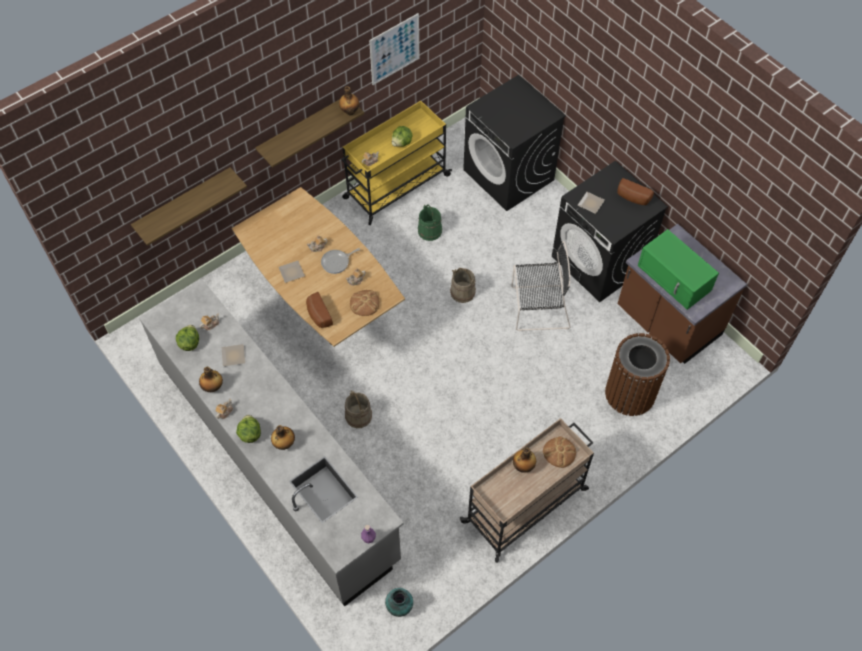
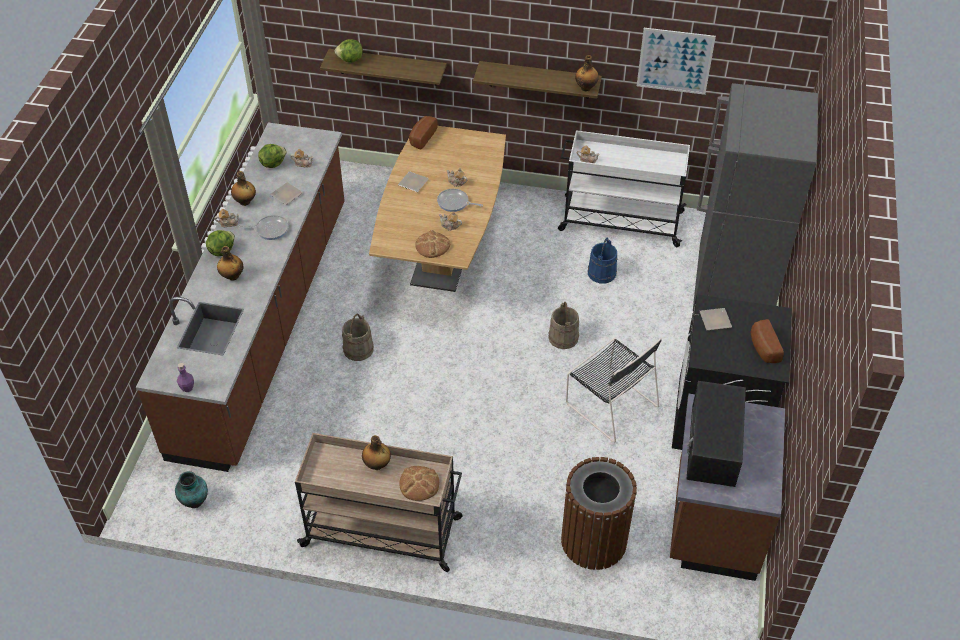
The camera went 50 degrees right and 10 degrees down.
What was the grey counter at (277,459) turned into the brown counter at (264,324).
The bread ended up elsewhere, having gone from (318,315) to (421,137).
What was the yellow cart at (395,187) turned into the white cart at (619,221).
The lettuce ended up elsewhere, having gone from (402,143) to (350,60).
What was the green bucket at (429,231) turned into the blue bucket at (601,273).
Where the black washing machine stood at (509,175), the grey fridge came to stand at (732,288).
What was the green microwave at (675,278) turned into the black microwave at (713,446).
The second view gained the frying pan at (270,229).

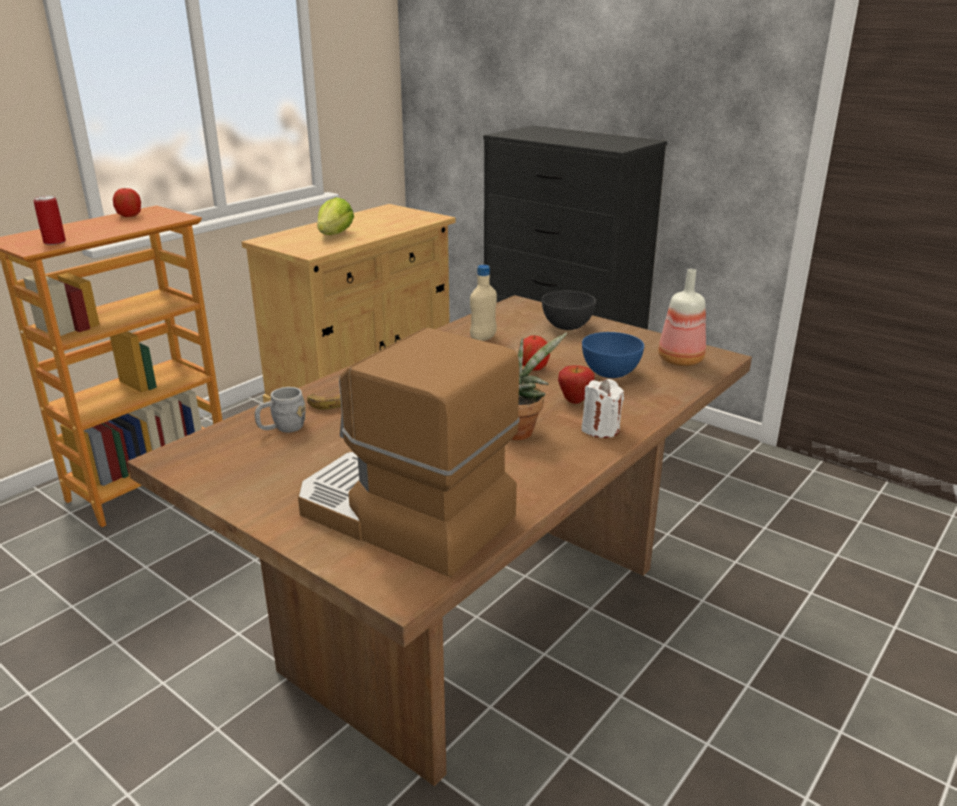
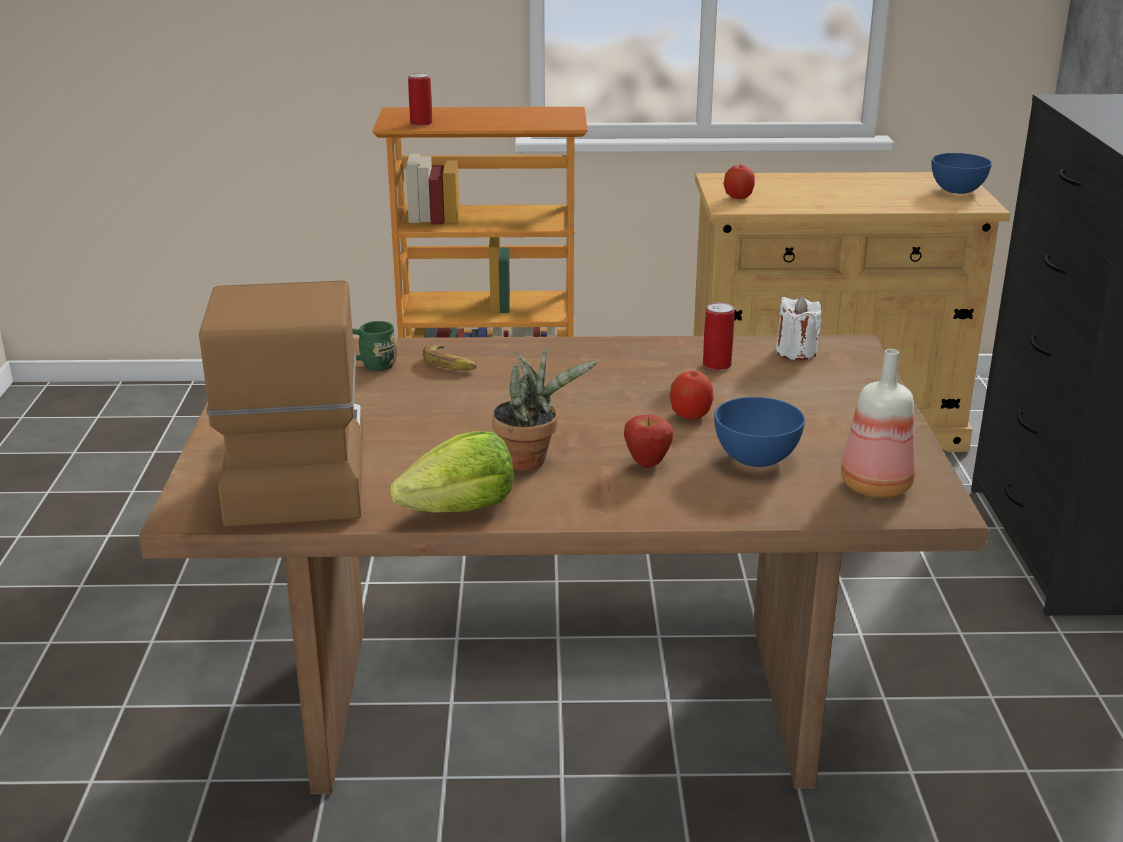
The camera went 50 degrees right and 0 degrees up.
The apple ended up elsewhere, having gone from (129,216) to (738,197).
What was the grey mug at (282,428) turned into the green mug at (370,364).
The lettuce ended up elsewhere, having gone from (334,234) to (461,510).
Where the beige bottle stood at (483,338), the can came to stand at (717,365).
The second view lost the grey bowl at (566,326).
The white candle ended up elsewhere, having gone from (600,429) to (796,352).
The second view gained the blue bowl at (957,191).

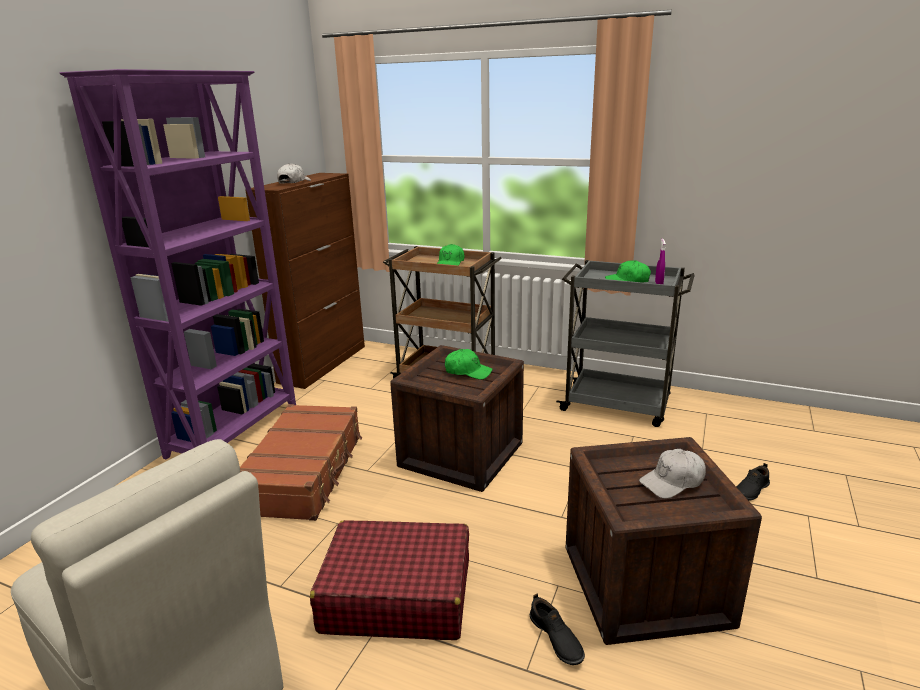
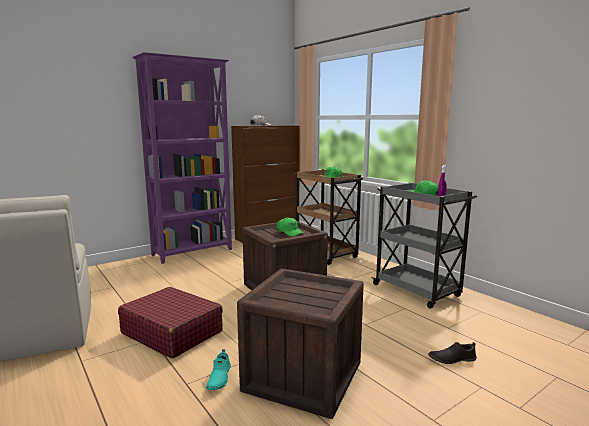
The camera went 30 degrees right and 10 degrees down.
The second view lost the brown suitcase at (304,473).
What was the black shoe at (555,639) turned into the turquoise shoe at (219,378).
The second view lost the white cap at (673,482).

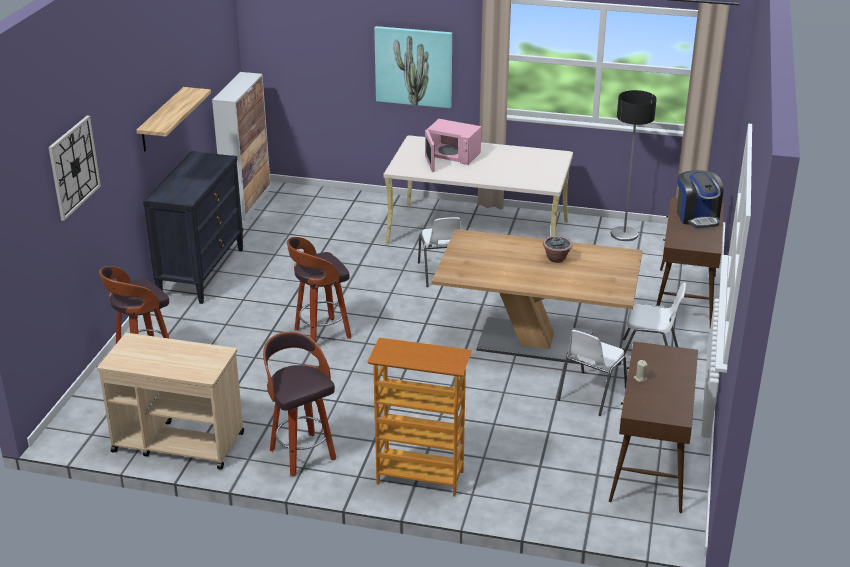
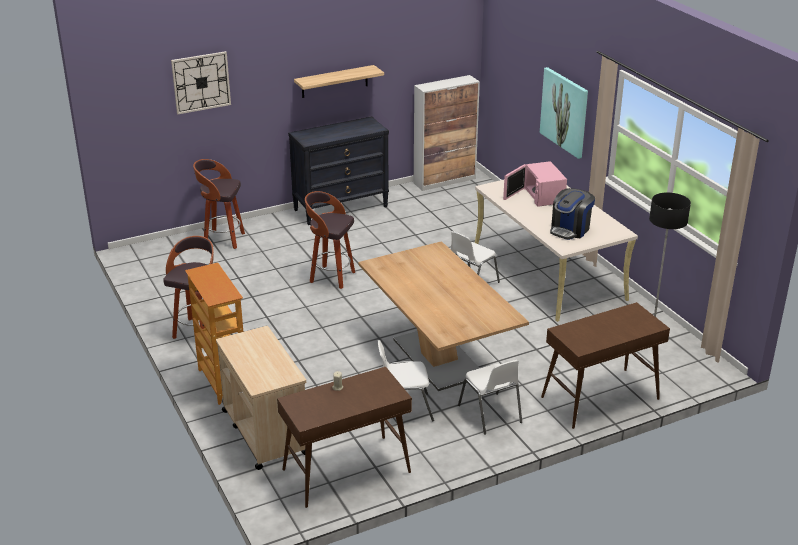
The camera went 50 degrees right and 0 degrees up.
The beige cart ended up elsewhere, having gone from (177,442) to (264,431).
The second view lost the potted plant at (556,259).
The coffee machine ended up elsewhere, having gone from (697,217) to (570,229).

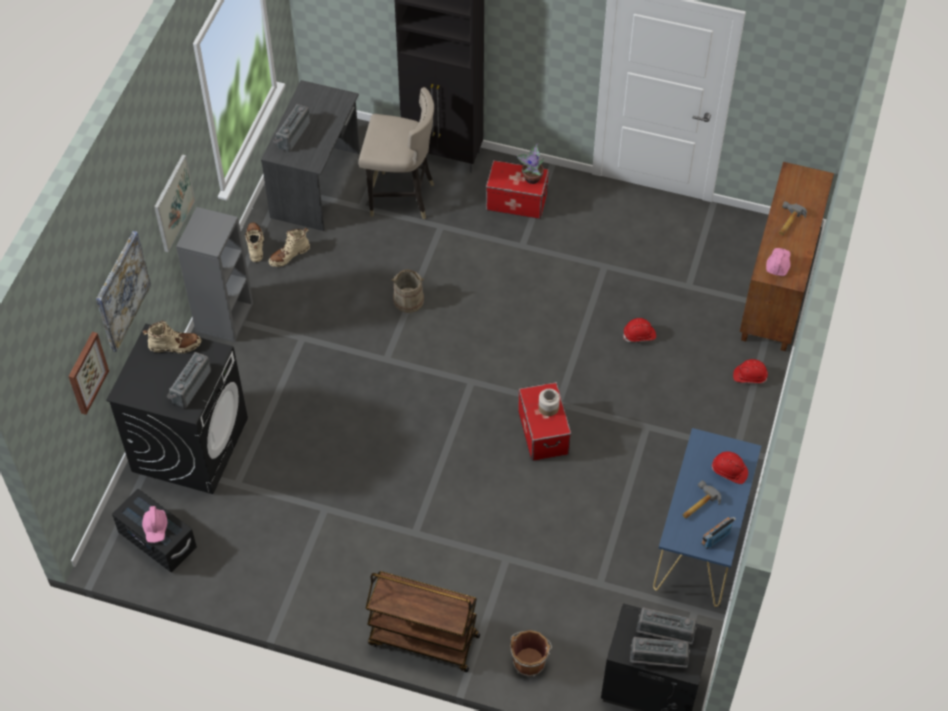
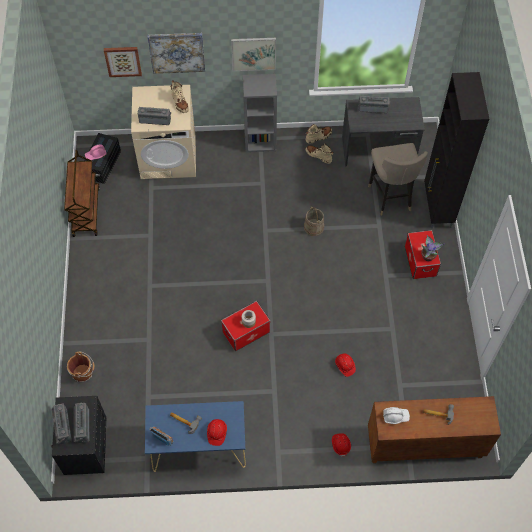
The camera went 70 degrees right and 5 degrees up.
What was the black washing machine at (190,444) turned into the beige washing machine at (169,157).
The brown cart ended up elsewhere, having gone from (423,640) to (86,211).
What was the pink hard hat at (778,264) turned into the white hard hat at (395,416).

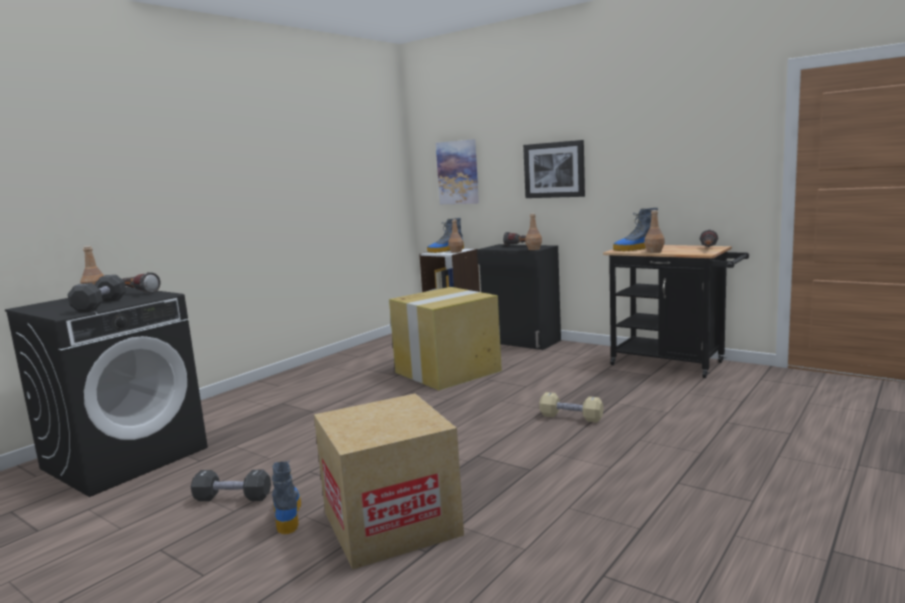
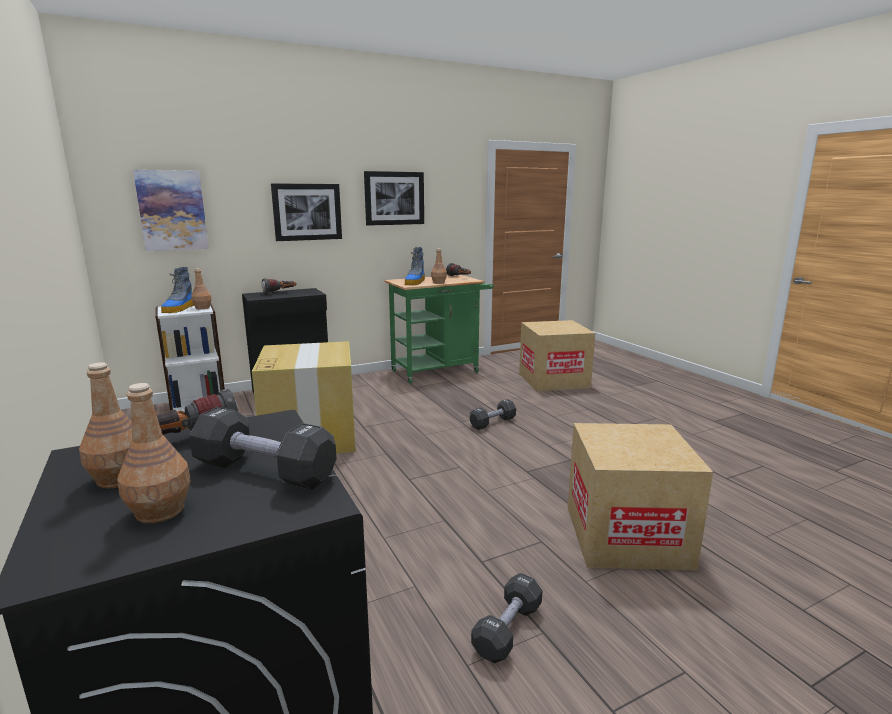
The camera went 65 degrees left and 5 degrees up.
The second view lost the boot at (287,514).
The brown bottle ended up elsewhere, having gone from (534,249) to (160,510).
What was the beige dumbbell at (571,417) turned into the black dumbbell at (492,422).
What was the black cart at (674,364) turned into the green cart at (440,370).
The second view gained the picture at (394,198).
The second view gained the cardboard box at (553,380).

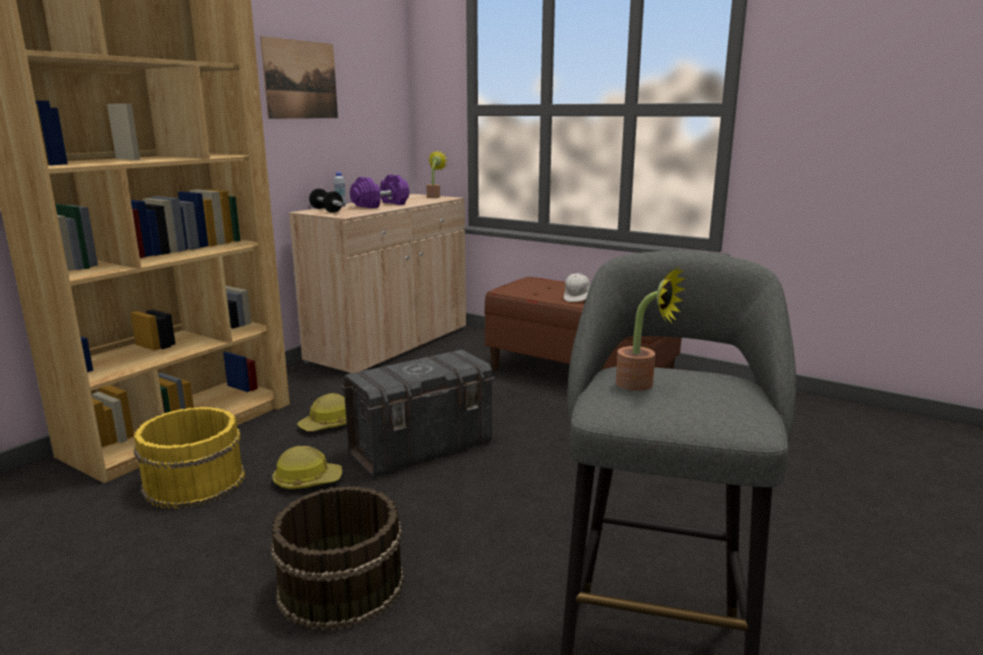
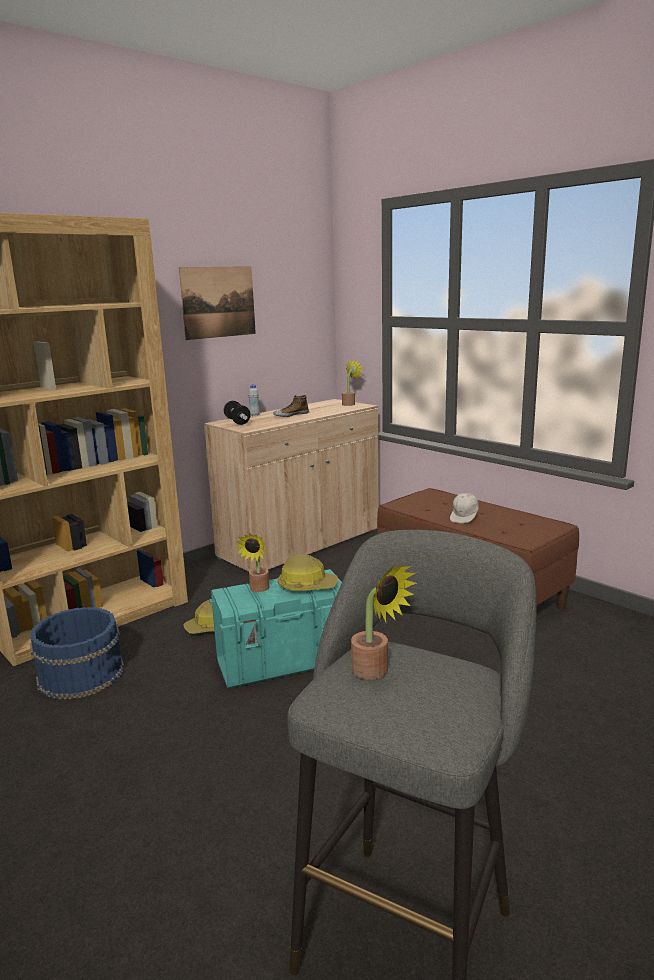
The camera went 15 degrees right and 0 degrees up.
What was the yellow bucket at (193,482) turned into the blue bucket at (80,674).
The second view lost the brown bucket at (340,585).
The hard hat ended up elsewhere, having gone from (307,480) to (307,586).
What was the grey storage box at (422,448) turned into the turquoise storage box at (284,662).
Where the purple dumbbell stood at (380,205), the shoe came to stand at (291,415).
The second view gained the potted plant at (258,589).

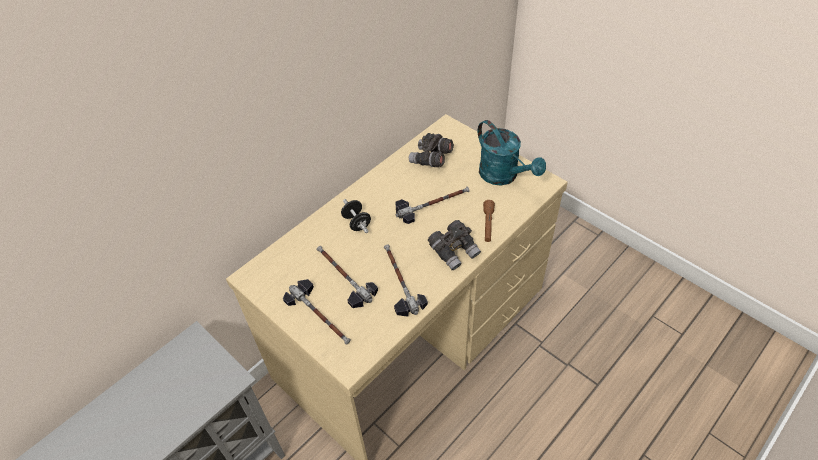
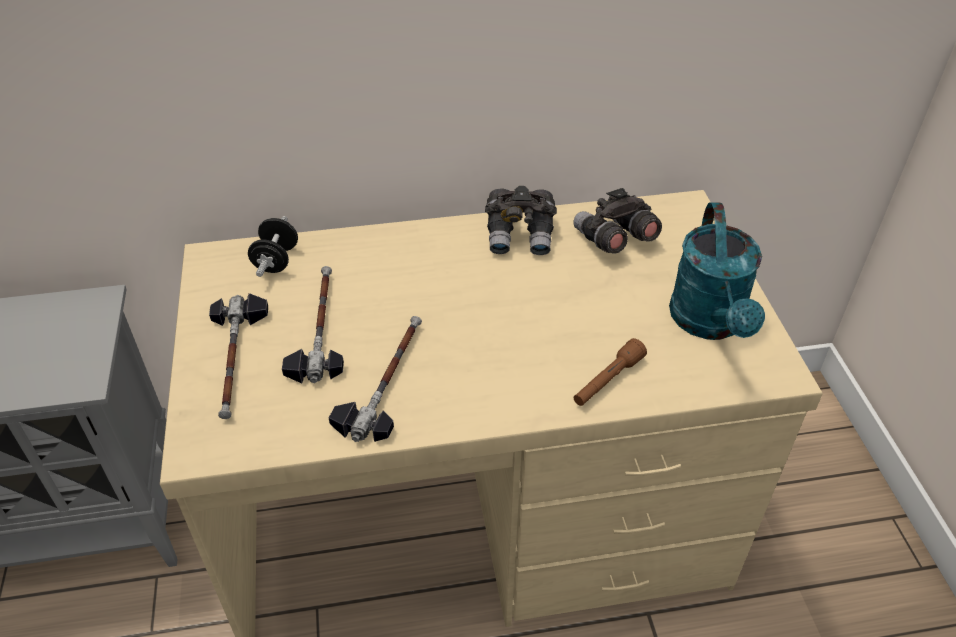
The camera went 35 degrees right and 5 degrees down.
The black dumbbell ended up elsewhere, having gone from (357,223) to (276,260).
The second view lost the hammer at (432,204).
The grey binoculars ended up elsewhere, having gone from (454,251) to (520,235).

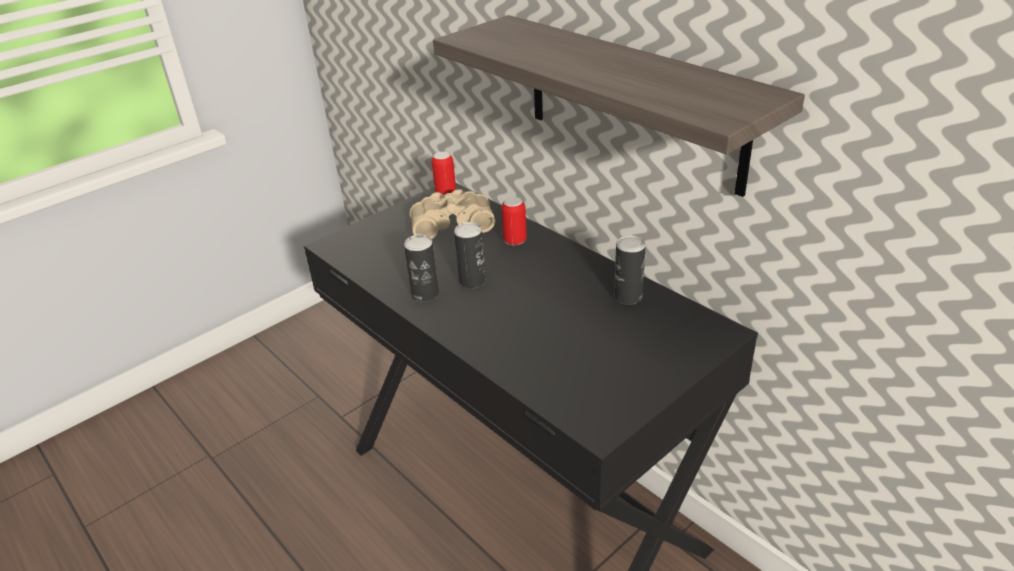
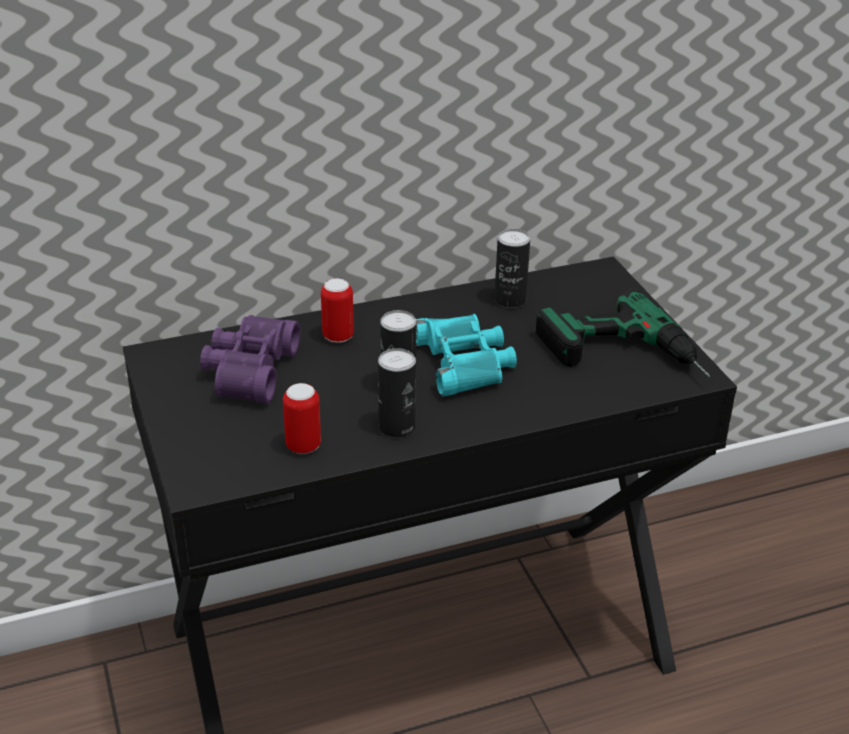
The camera went 70 degrees left and 0 degrees up.
What was the beige binoculars at (452,223) turned into the purple binoculars at (248,371).
The can ended up elsewhere, having gone from (445,192) to (303,446).
The second view lost the shelf at (632,102).
The second view gained the turquoise binoculars at (465,362).
The second view gained the power drill at (625,358).

